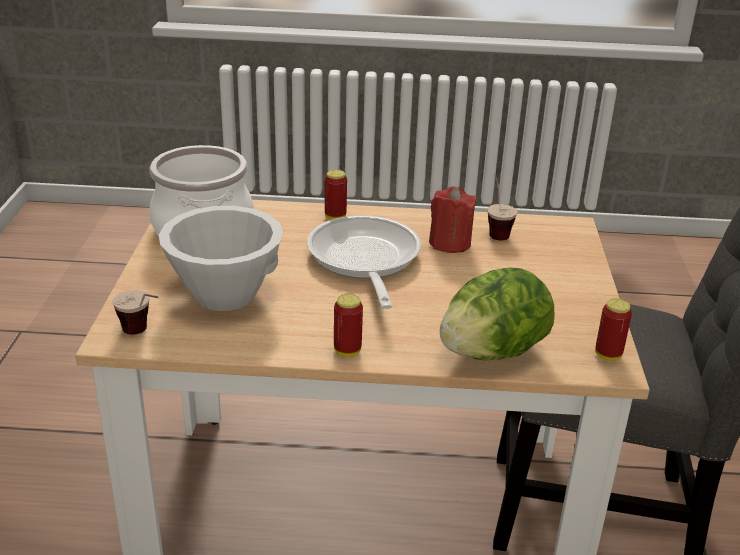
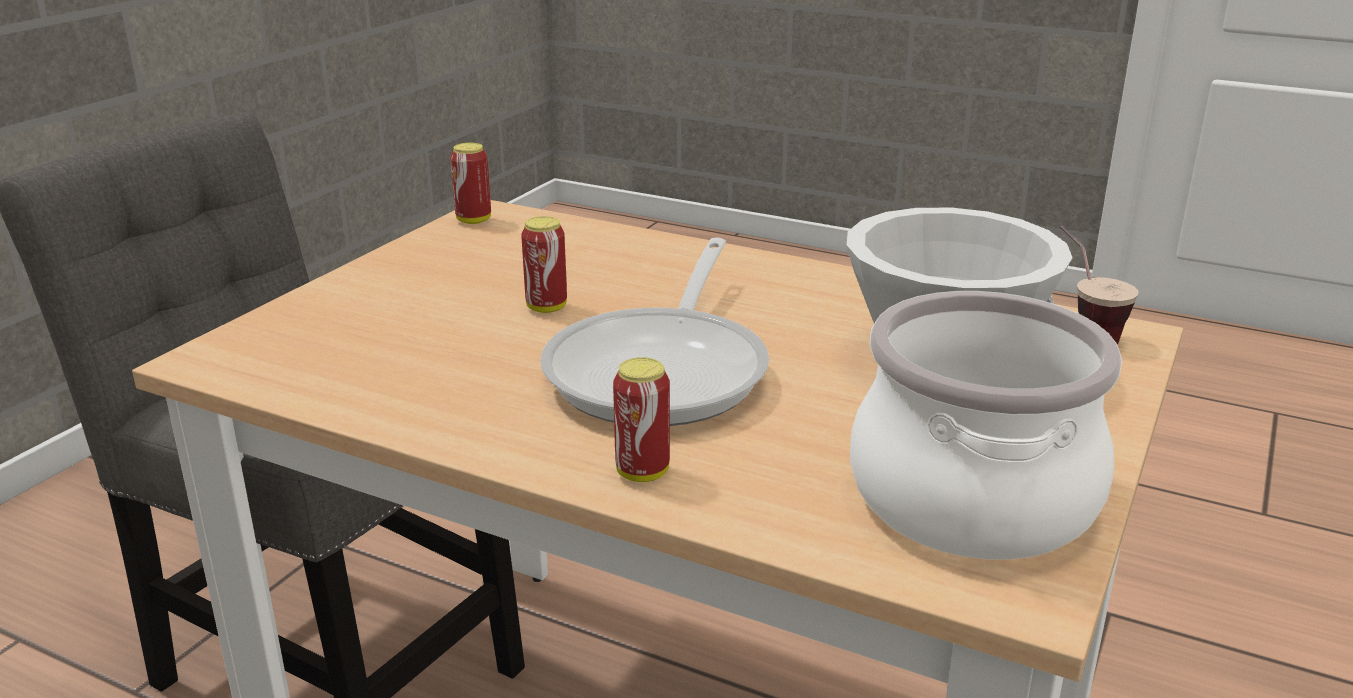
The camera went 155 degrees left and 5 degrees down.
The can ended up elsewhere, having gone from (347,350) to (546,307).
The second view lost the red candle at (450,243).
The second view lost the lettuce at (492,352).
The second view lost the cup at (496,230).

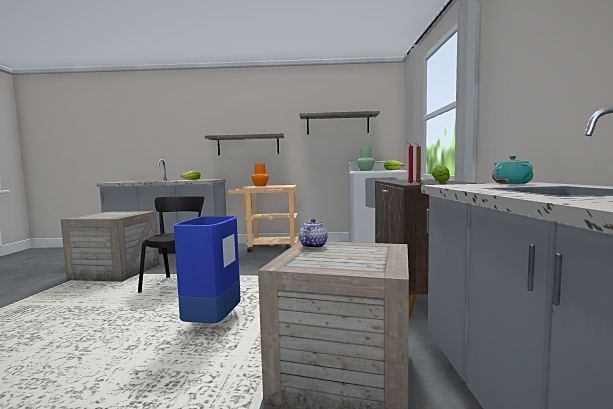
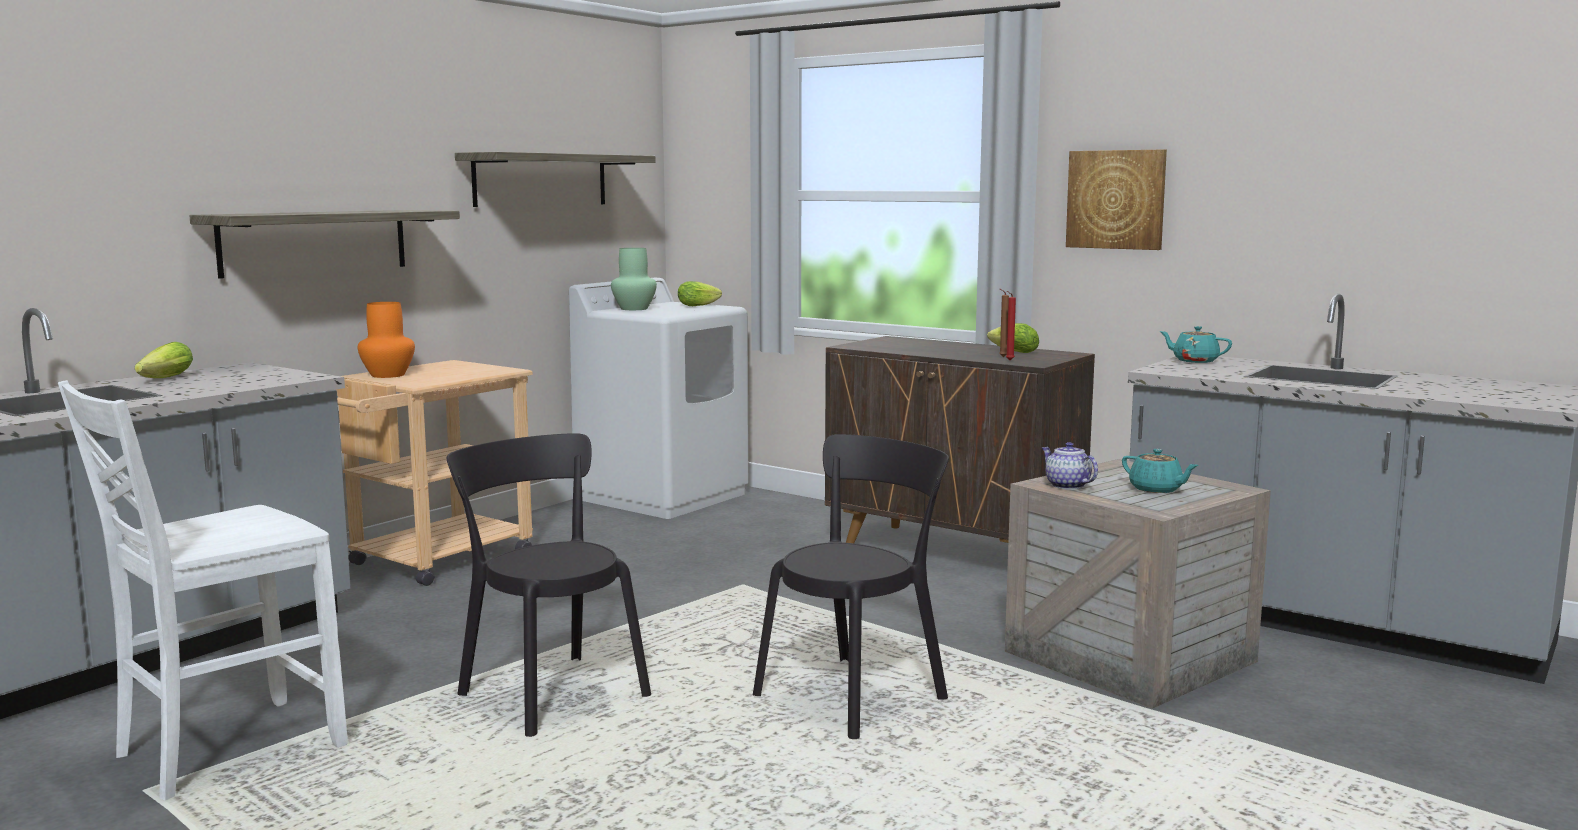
The camera went 55 degrees left and 5 degrees up.
Where the crate stood at (116,271), the white chair came to stand at (224,750).
Where the blue trash can stood at (213,323), the black chair came to stand at (856,694).
The second view gained the picture at (1116,199).
The second view gained the turquoise teapot at (1156,489).

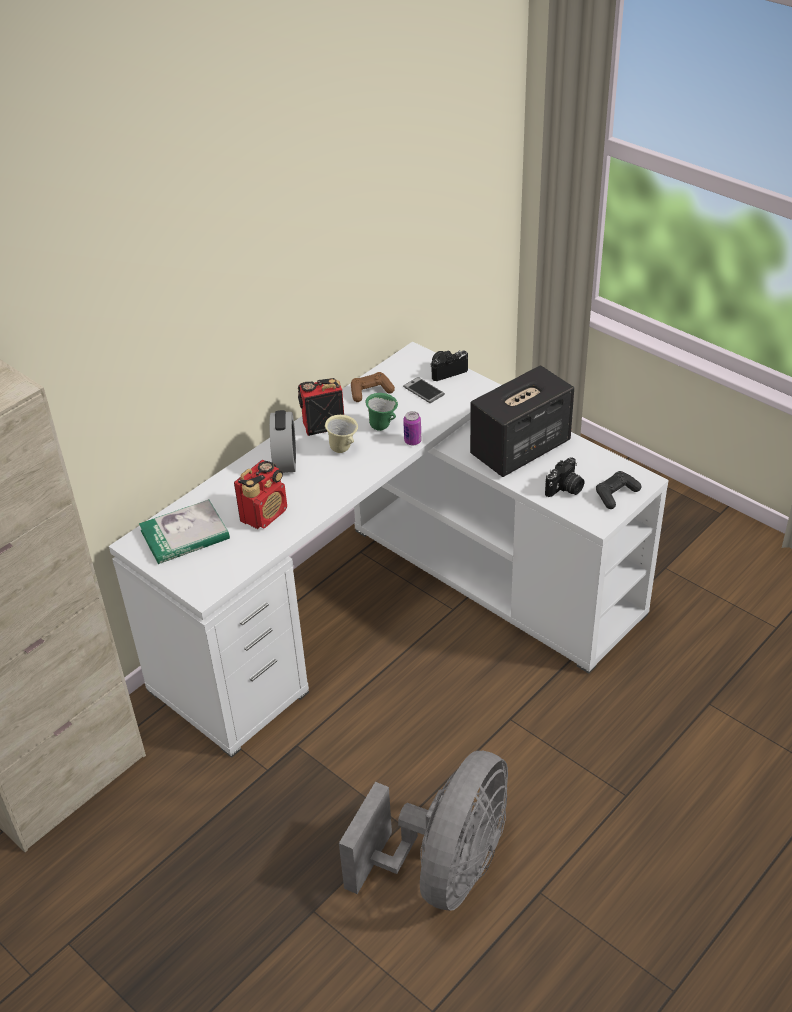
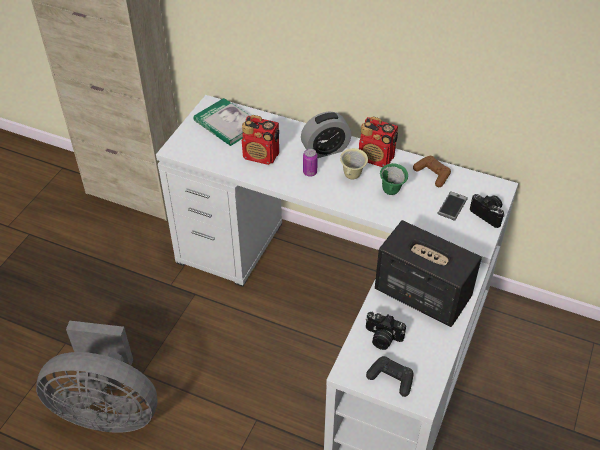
The camera went 70 degrees right and 5 degrees up.
The radio at (322,425) ended up facing another way, 150 degrees clockwise from before.
The can ended up elsewhere, having gone from (412,441) to (310,172).

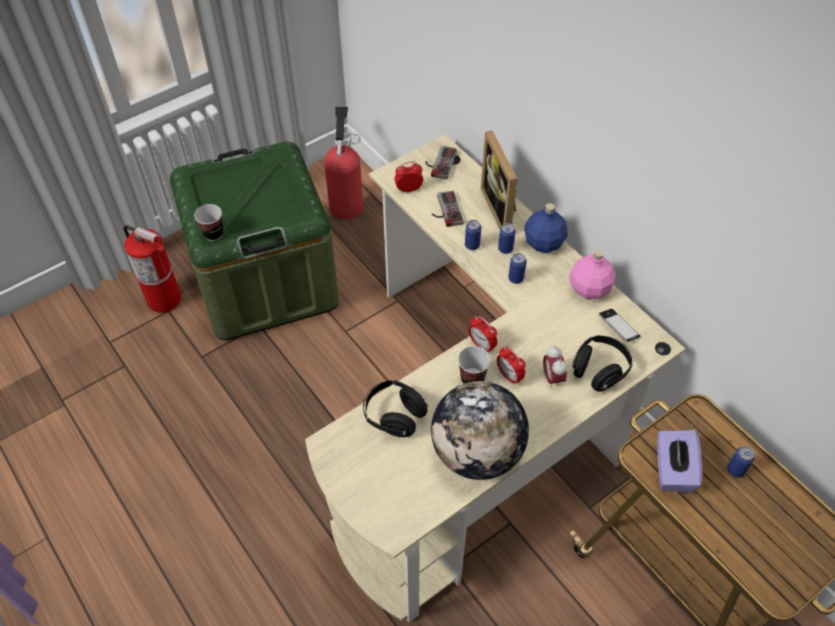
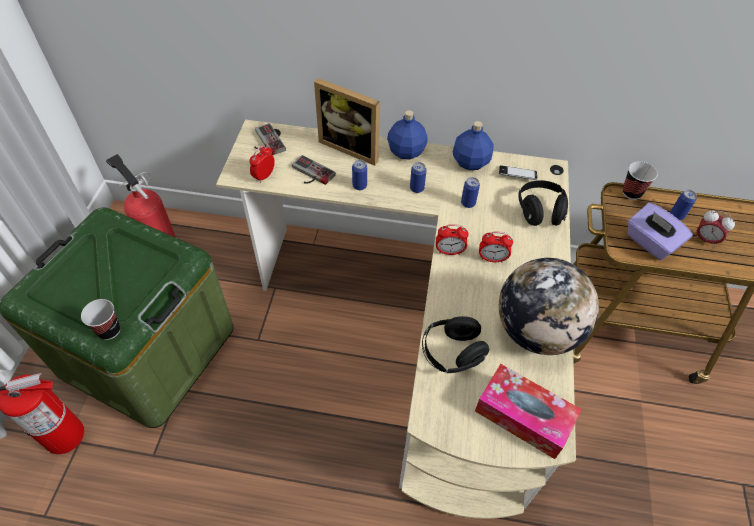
The camera went 45 degrees left and 0 degrees up.
The cup ended up elsewhere, having gone from (472,378) to (631,193).
The can ended up elsewhere, having gone from (505,249) to (468,203).
The alarm clock ended up elsewhere, having gone from (552,378) to (705,239).
What was the pink bottle at (590,288) turned into the blue bottle at (471,162).
The second view gained the tissue box at (523,416).

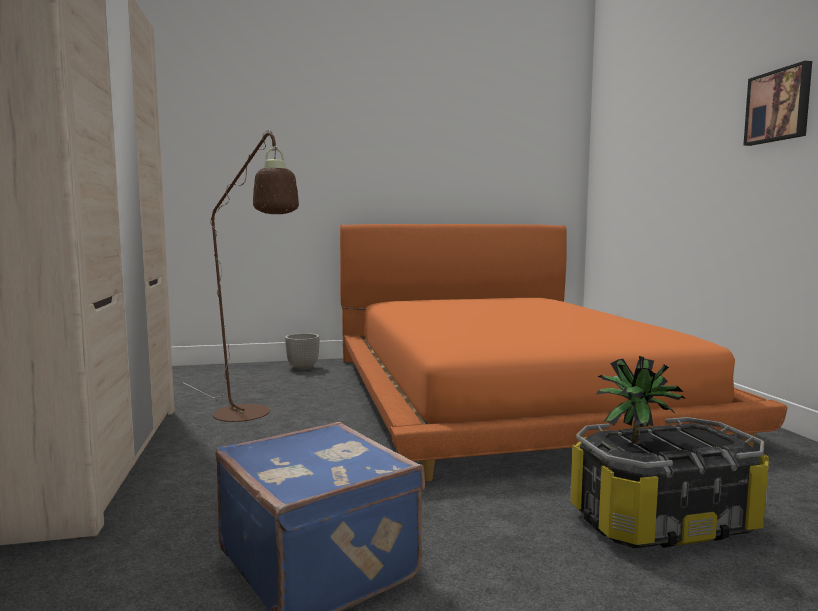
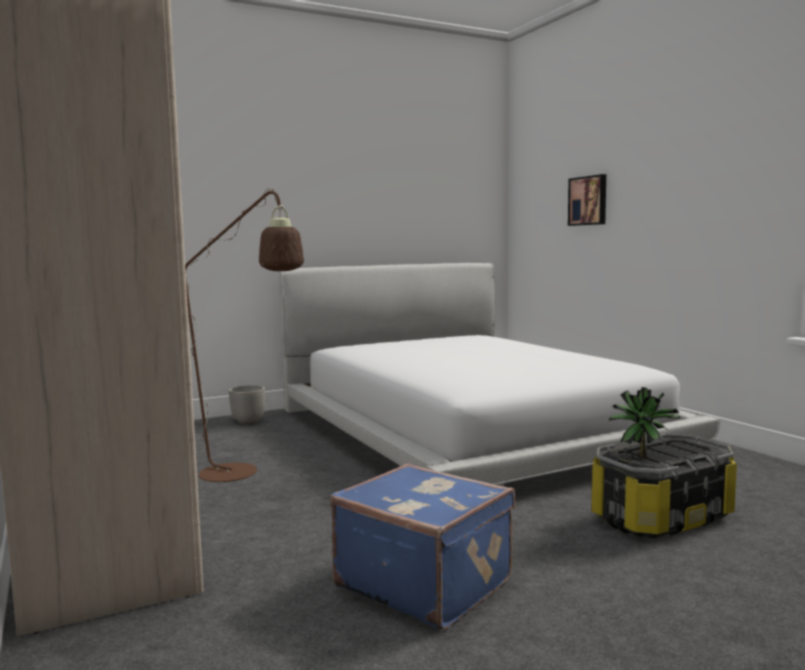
The camera went 15 degrees left and 0 degrees up.
What was the orange bed at (503,393) turned into the white bed at (468,430).
The picture ended up elsewhere, having gone from (779,106) to (588,200).

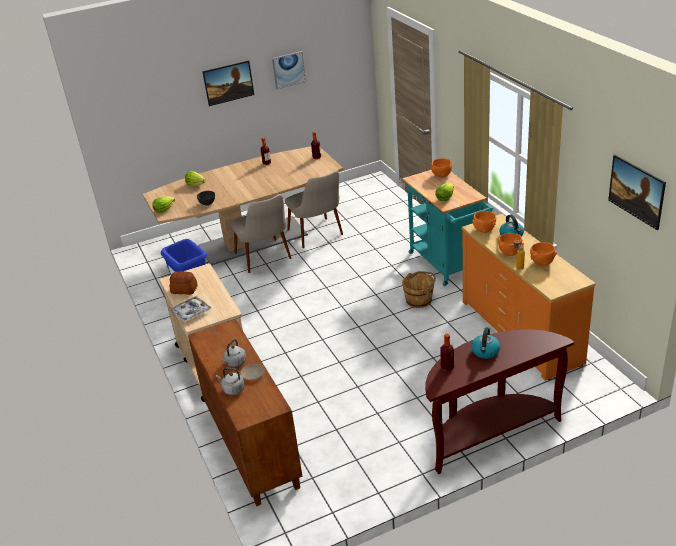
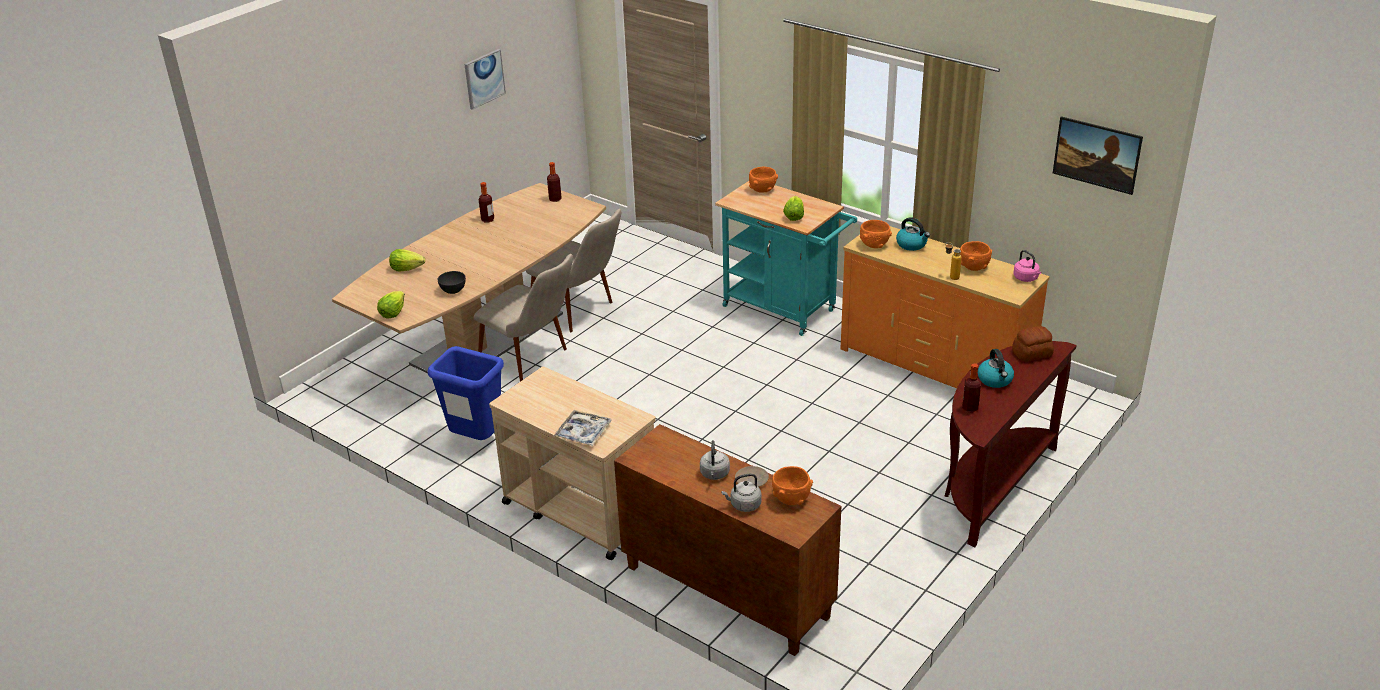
The camera went 30 degrees left and 0 degrees up.
The bread ended up elsewhere, having gone from (184,290) to (1032,354).
The second view lost the picture at (230,91).
The second view lost the brown bucket at (419,300).
The orange bowl ended up elsewhere, having gone from (510,253) to (791,499).
The second view gained the pink kettle at (1026,278).

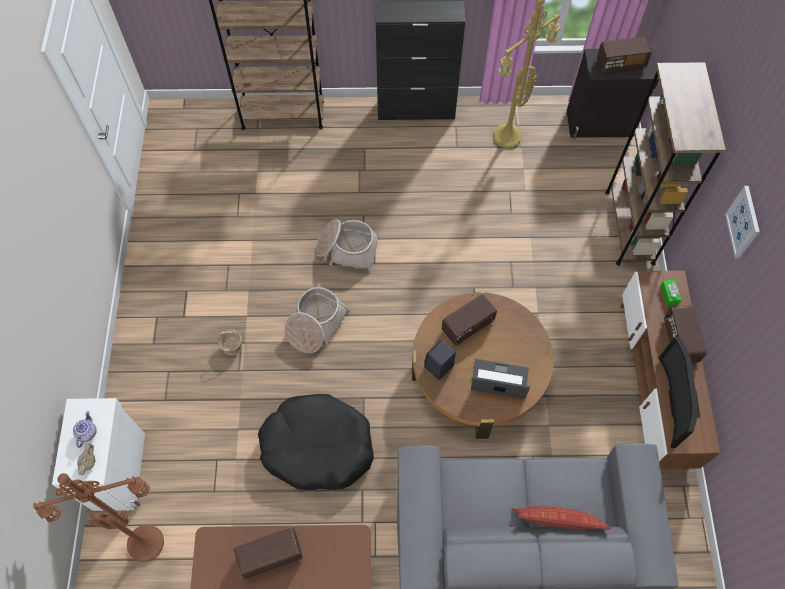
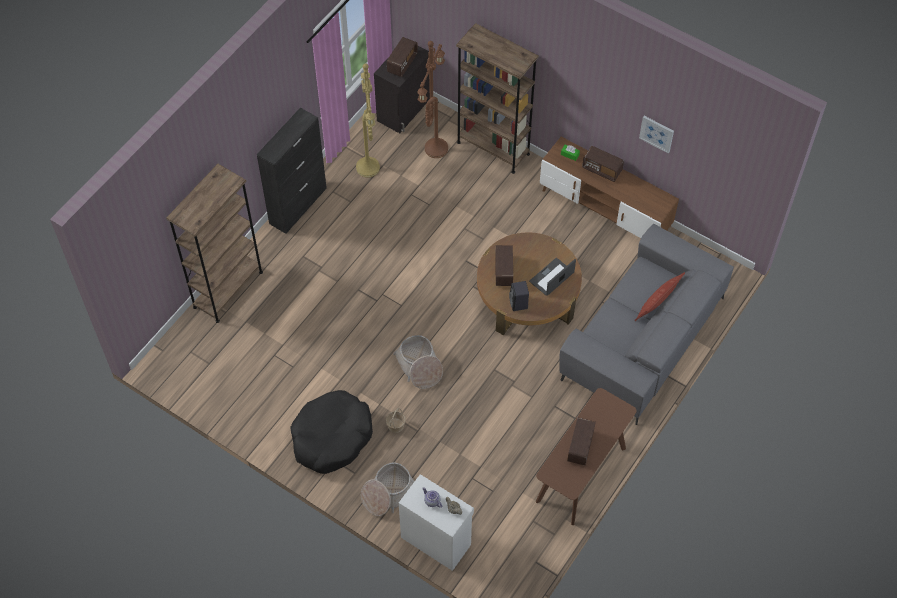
The camera went 55 degrees left and 5 degrees down.
The brown floor lamp ended up elsewhere, having gone from (147,540) to (435,147).
The black dog bed ended up elsewhere, having gone from (317,446) to (331,437).
The basket ended up elsewhere, having gone from (347,249) to (388,493).
The second view lost the television at (678,403).
The picture ended up elsewhere, having gone from (743,222) to (656,133).

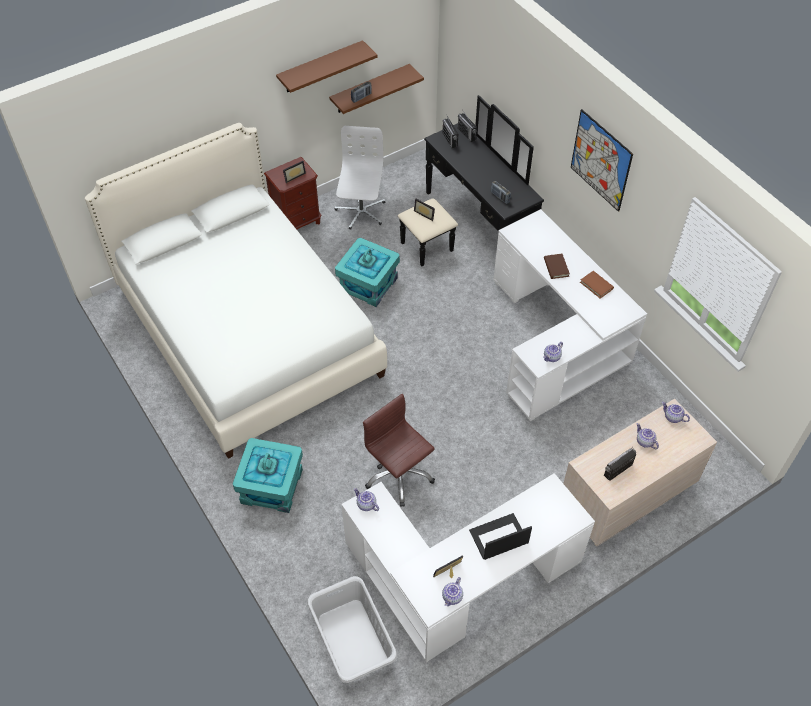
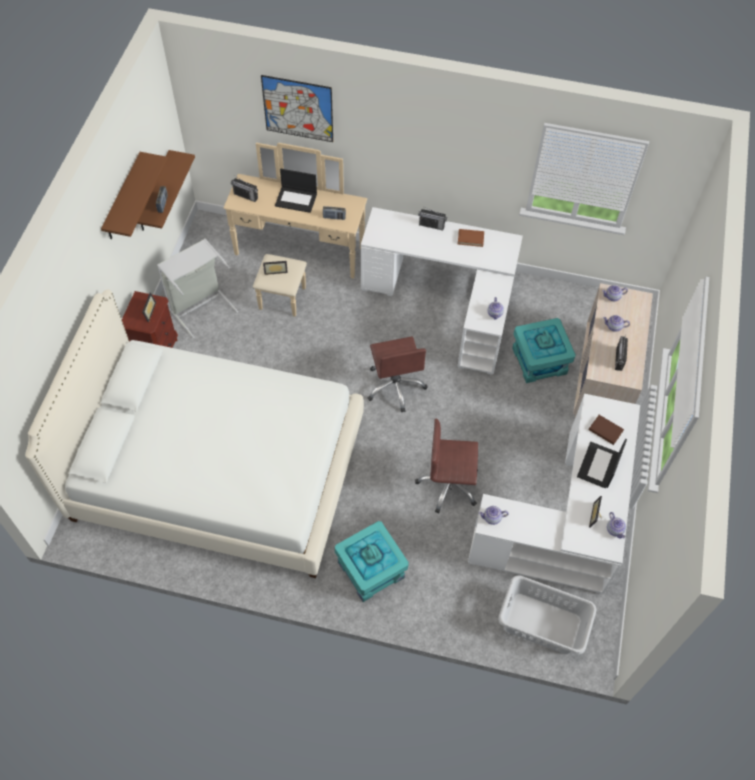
The camera went 45 degrees left and 5 degrees up.
Where the white office chair stood at (361,212), the grey laundry basket came to stand at (200,306).
The turquoise storage box ended up elsewhere, having gone from (368,284) to (539,361).
What was the black dresser at (467,227) turned into the beige dresser at (296,261).
The radio ended up elsewhere, having gone from (466,134) to (431,225).
The brown book ended up elsewhere, having gone from (556,267) to (605,431).
The picture ended up elsewhere, having gone from (600,160) to (298,109).
The second view gained the laptop at (296,199).
The second view gained the brown office chair at (395,386).

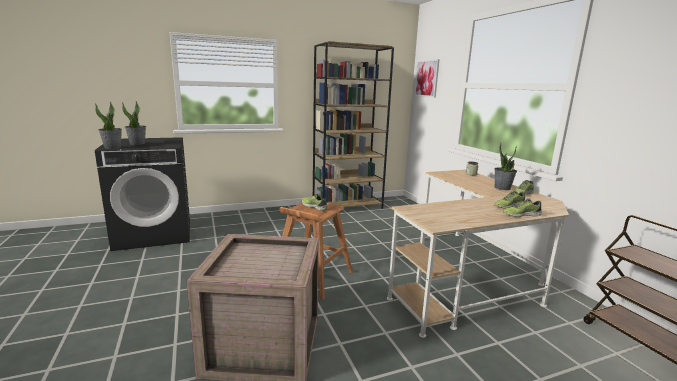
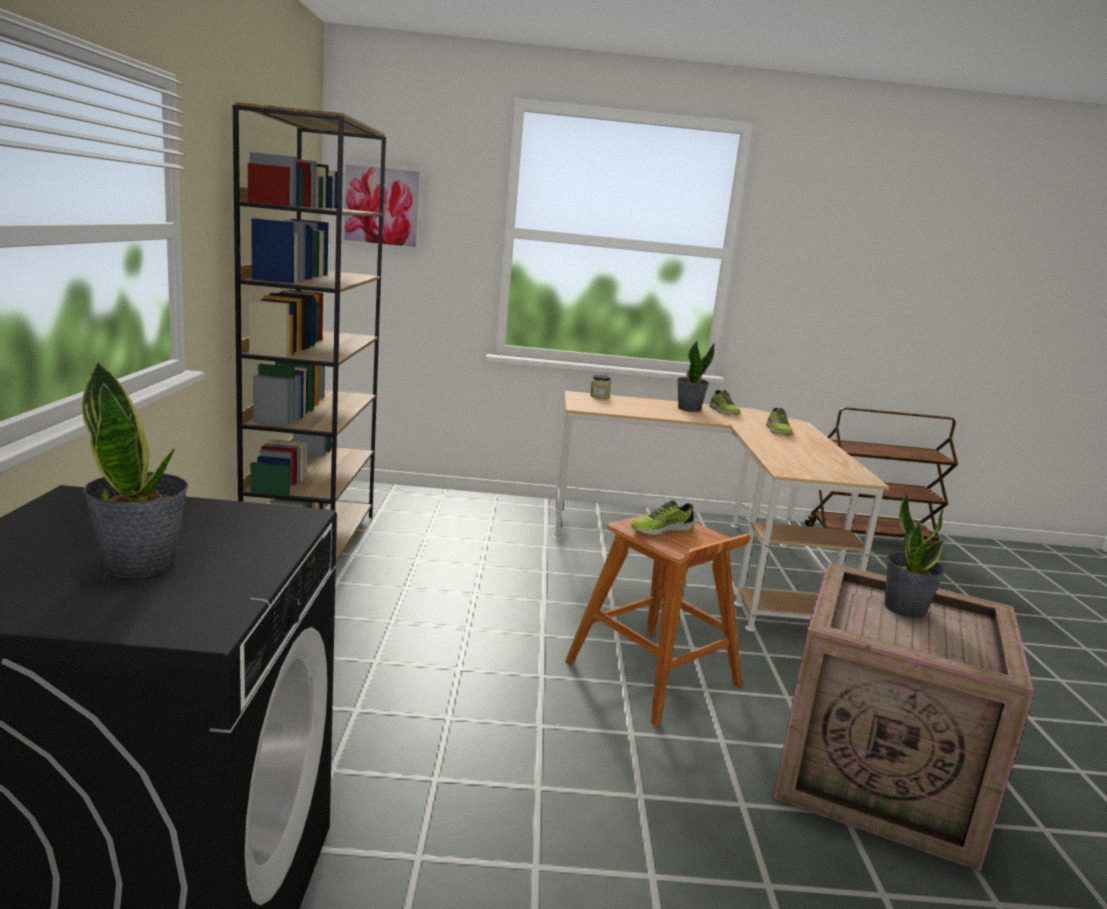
The camera went 70 degrees left and 0 degrees up.
The potted plant ended up elsewhere, having gone from (113,147) to (904,608).
The second view lost the shoe at (521,215).

